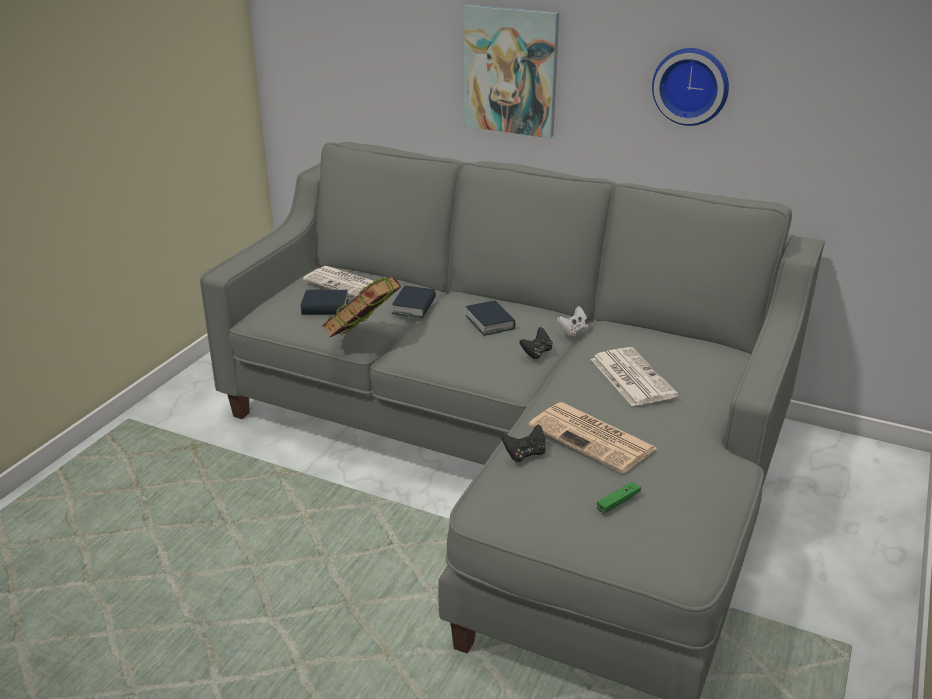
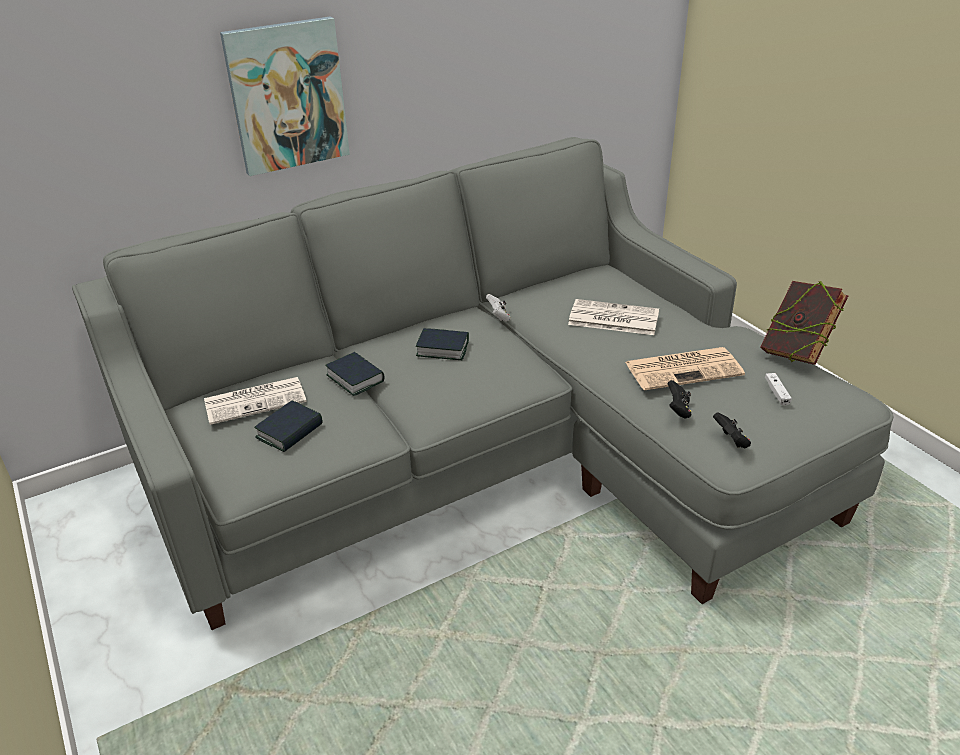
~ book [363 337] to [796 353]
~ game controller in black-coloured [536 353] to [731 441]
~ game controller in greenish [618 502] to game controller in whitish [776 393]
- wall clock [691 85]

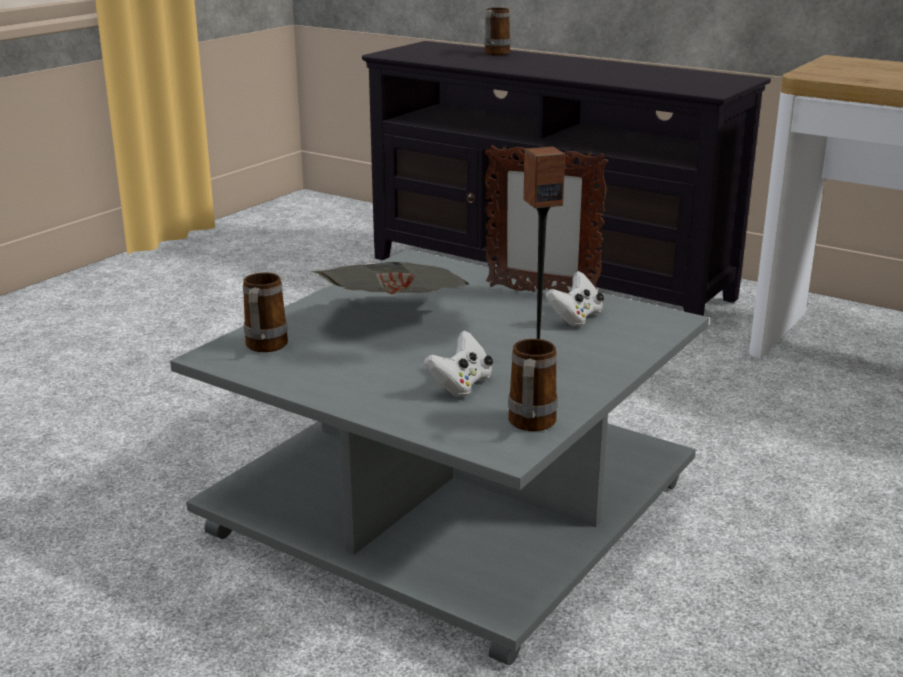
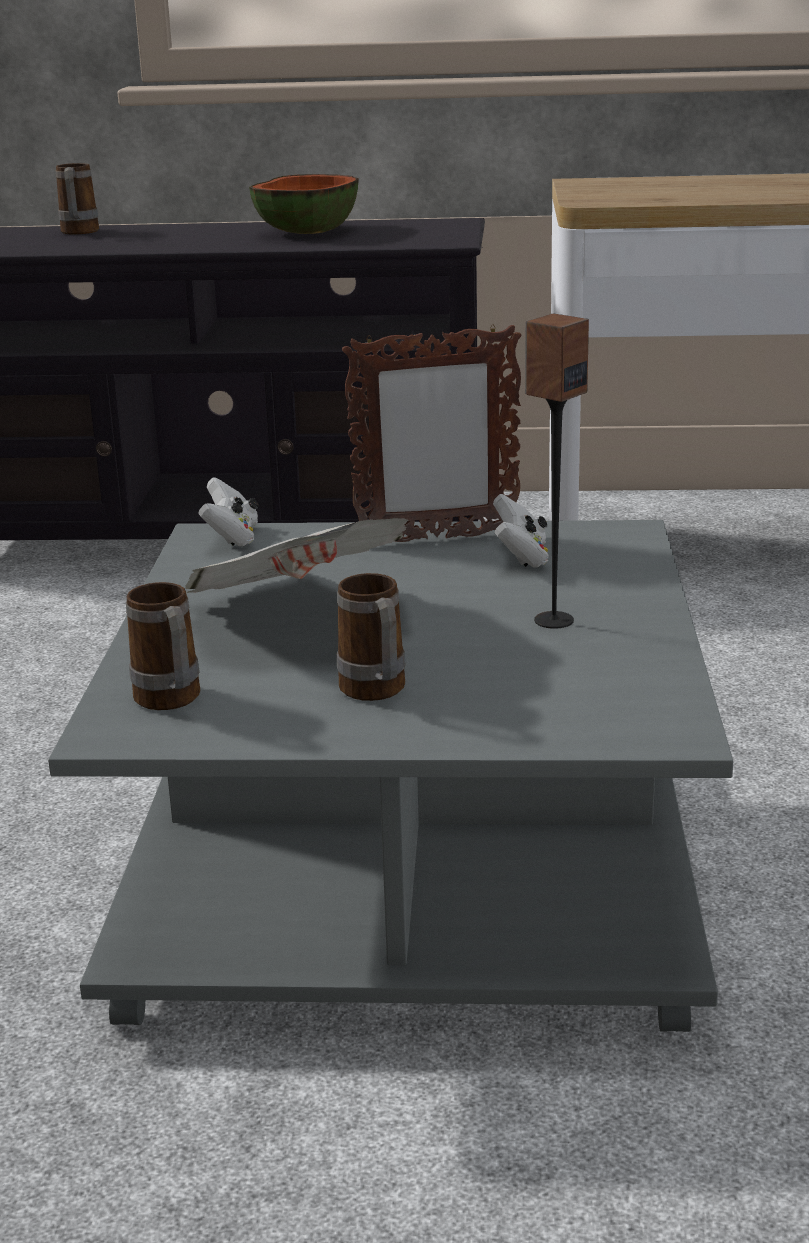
~ game controller in whitish [461 385] to [231 537]
~ mug [530 425] to [376 693]
+ serving bowl [306 231]

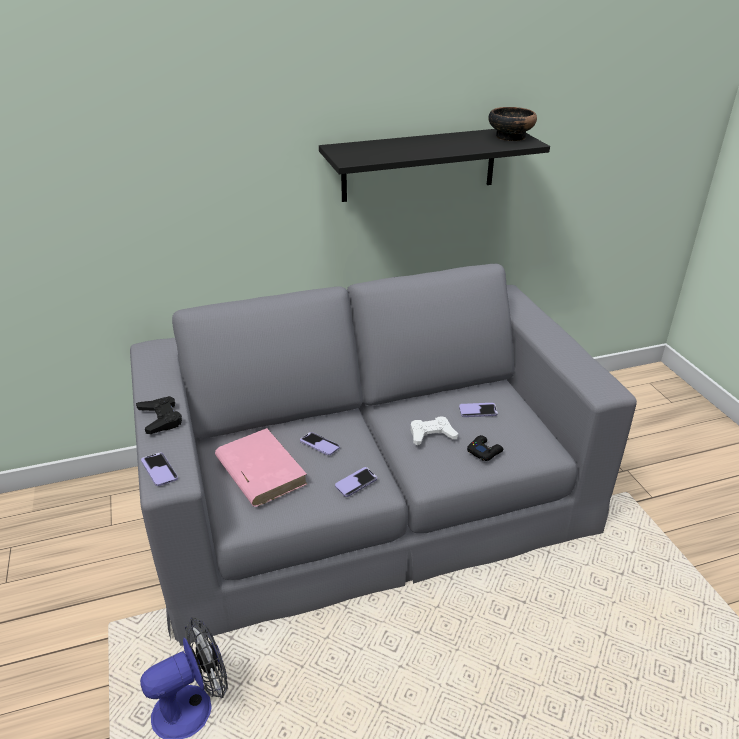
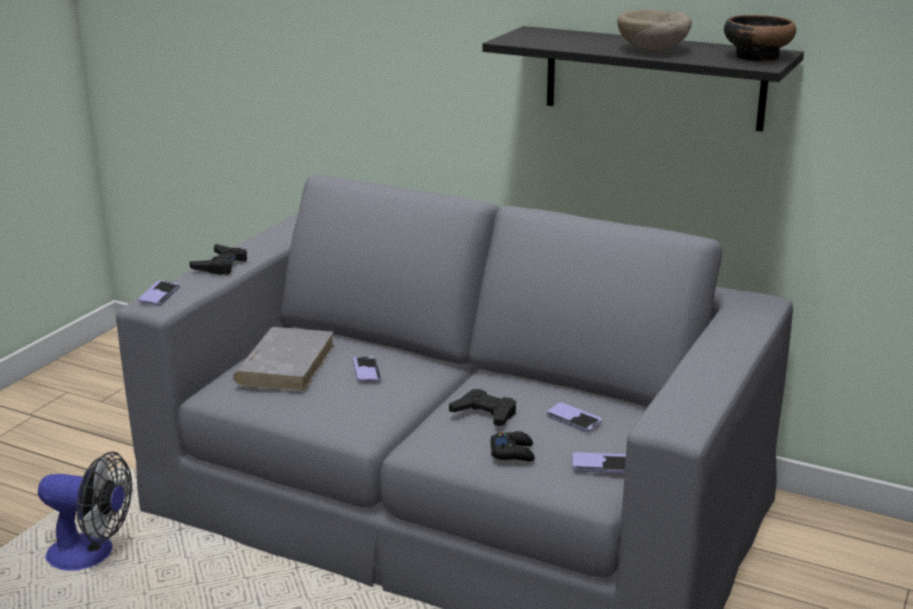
~ book in pink [260 470] to book in grey [286 364]
~ phone [356 483] to [600 465]
~ game controller in whitish [431 434] to game controller in black-coloured [485 413]
+ serving bowl in beige-coloured [652 51]

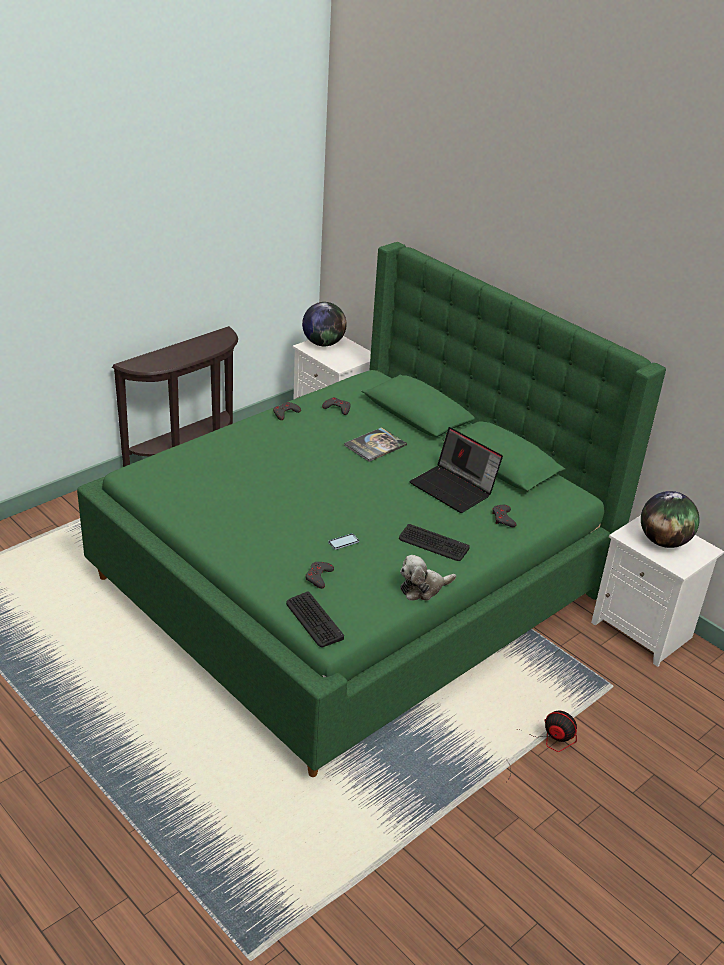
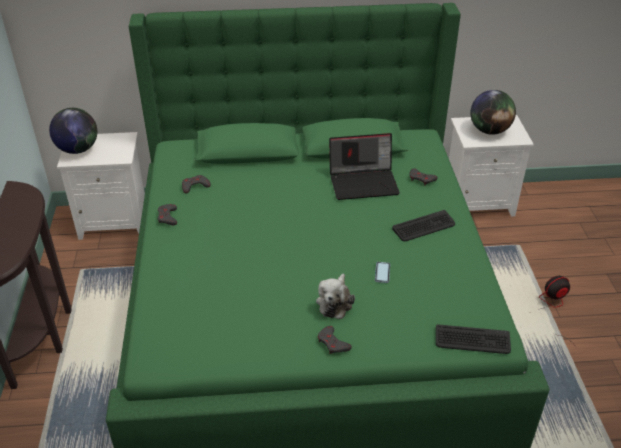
~ game controller in grey [318 577] to [333 343]
- book [375 445]
~ soft toy [423 588] to [335 302]

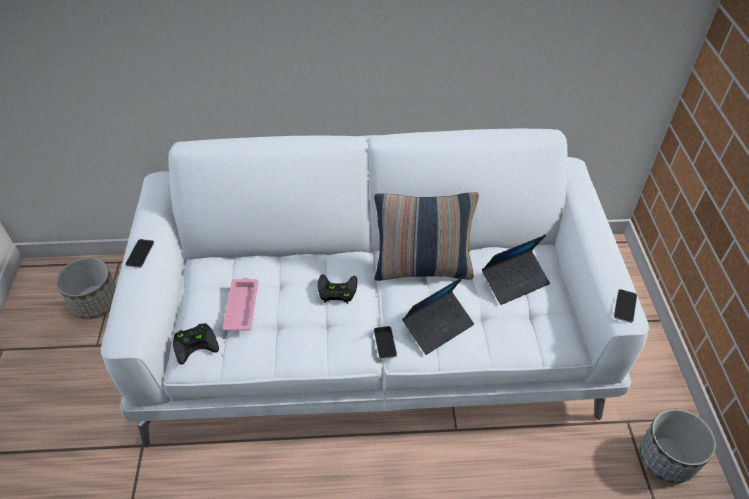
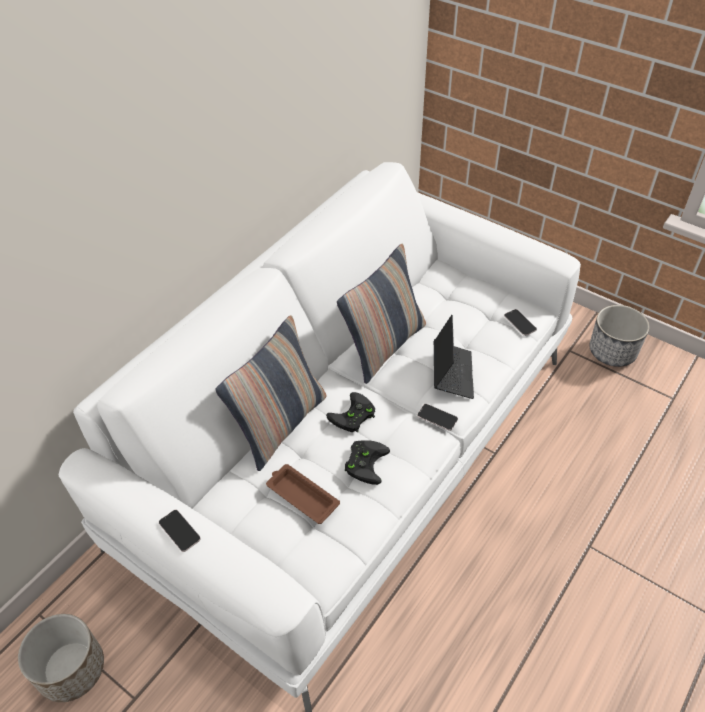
~ game controller in black-coloured [196 343] to [365 462]
~ serving tray in pink [242 306] to serving tray in brownish [301 495]
- notebook computer [515 281]
~ phone [625 306] to [520 323]
+ pillow [280 425]

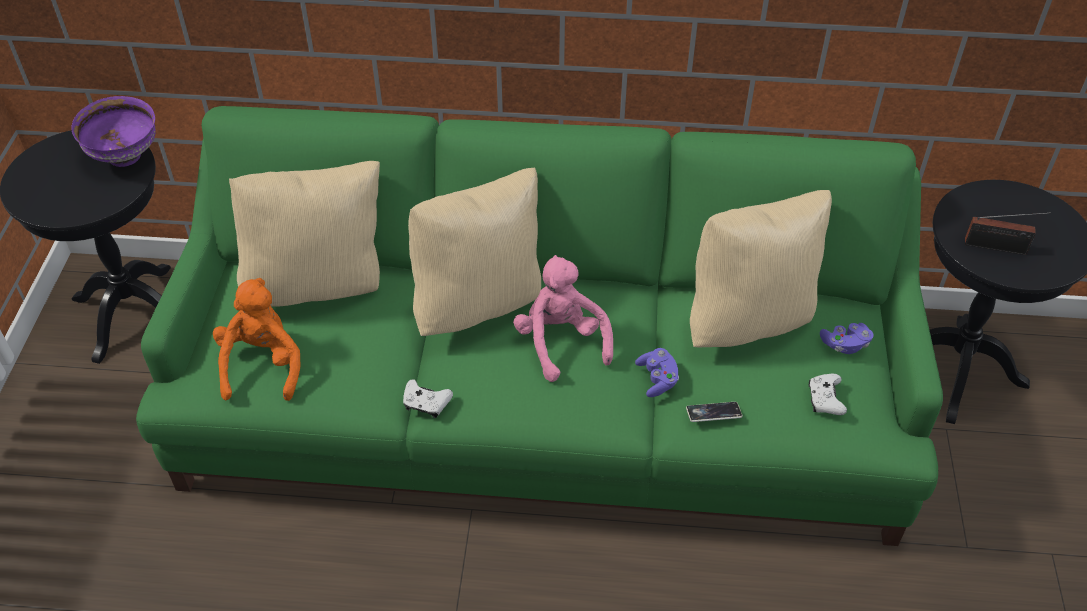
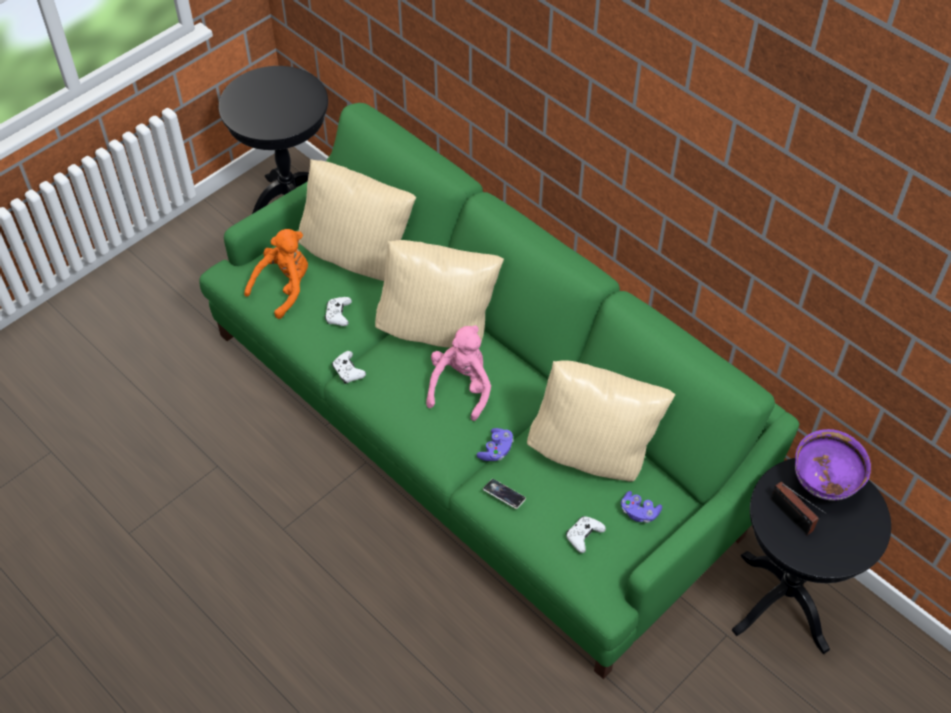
~ serving bowl in purplish [126 157] to [824 484]
+ game controller in whitish [338 315]

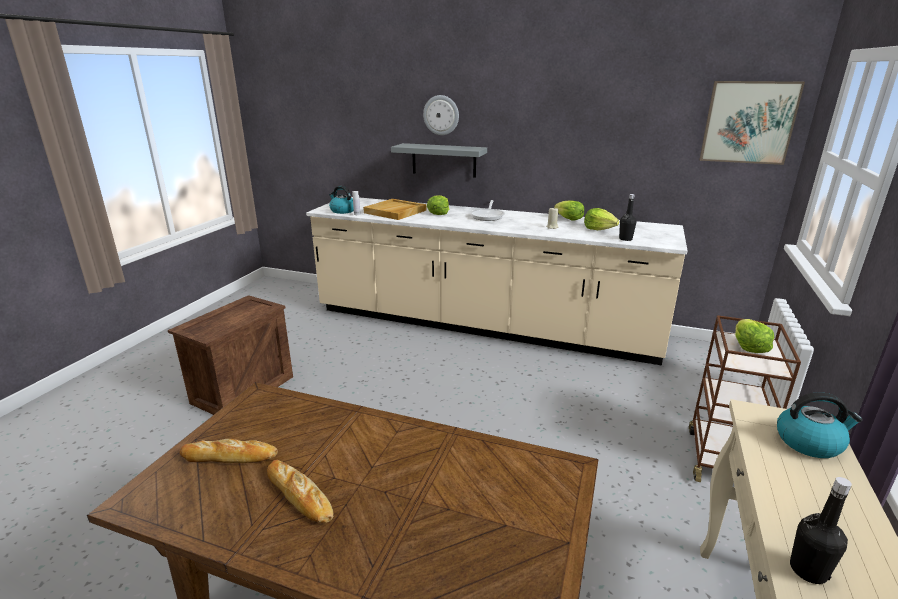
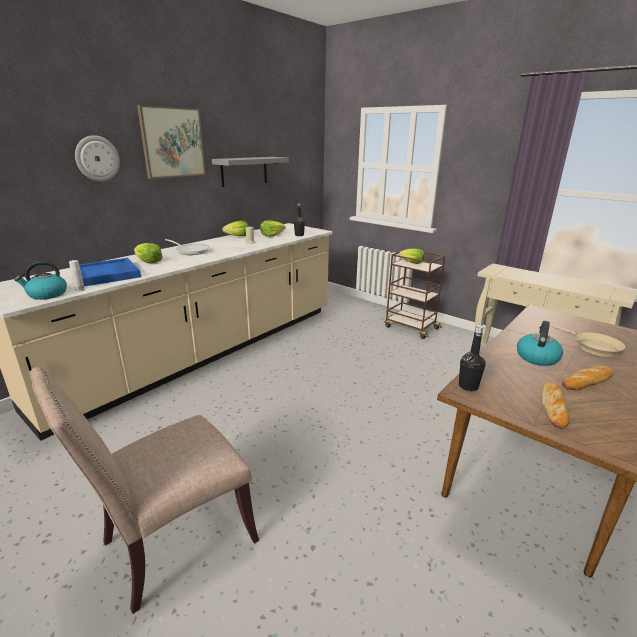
~ crate [243 389] to plain chair in beige-coloured [172 542]
~ serving tray in beige-coloured [395 212] to serving tray in blue [107 274]
~ wall shelf in grey [443 160] to [244 171]
~ wall picture [748 122] to [172 142]
~ kettle [809 442] to [536 357]
~ bottle in black-coloured [808 570] to [468 386]
+ pan in beige-coloured [592 347]

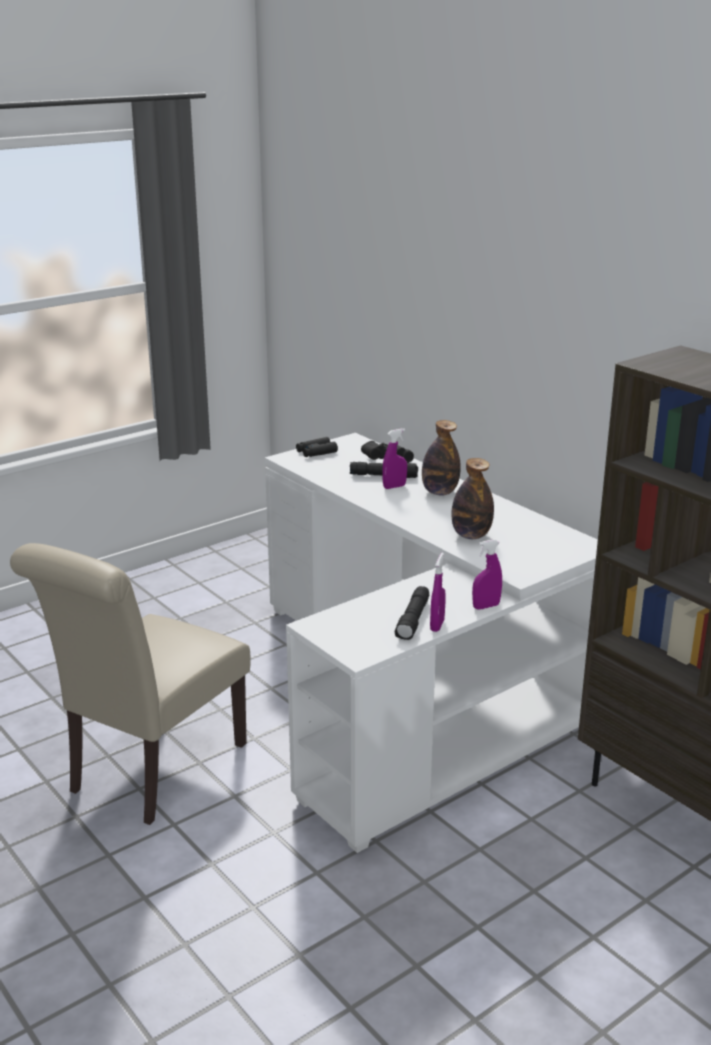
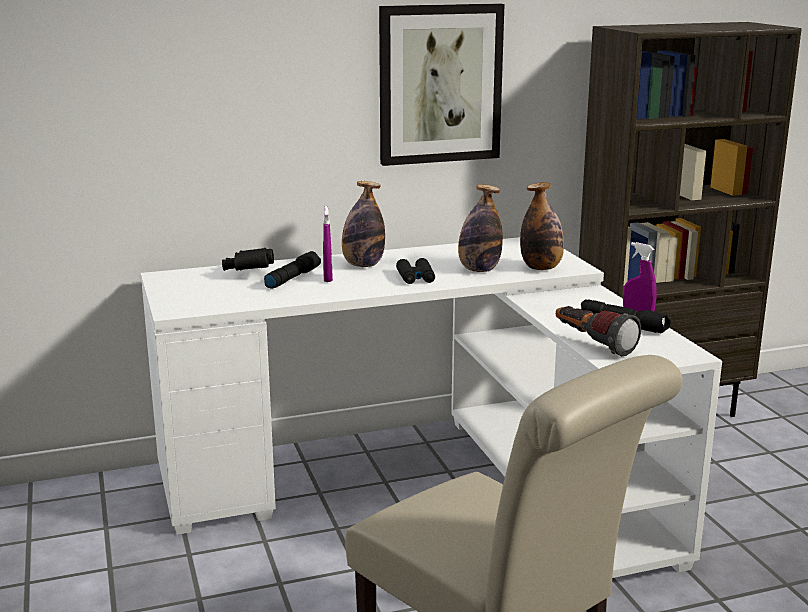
~ pair of binoculars in black-coloured [316 452] to [415 277]
- sprayer in purplish [486 606]
+ wall picture [440 84]
+ bottle [541 268]
+ torch [592 344]

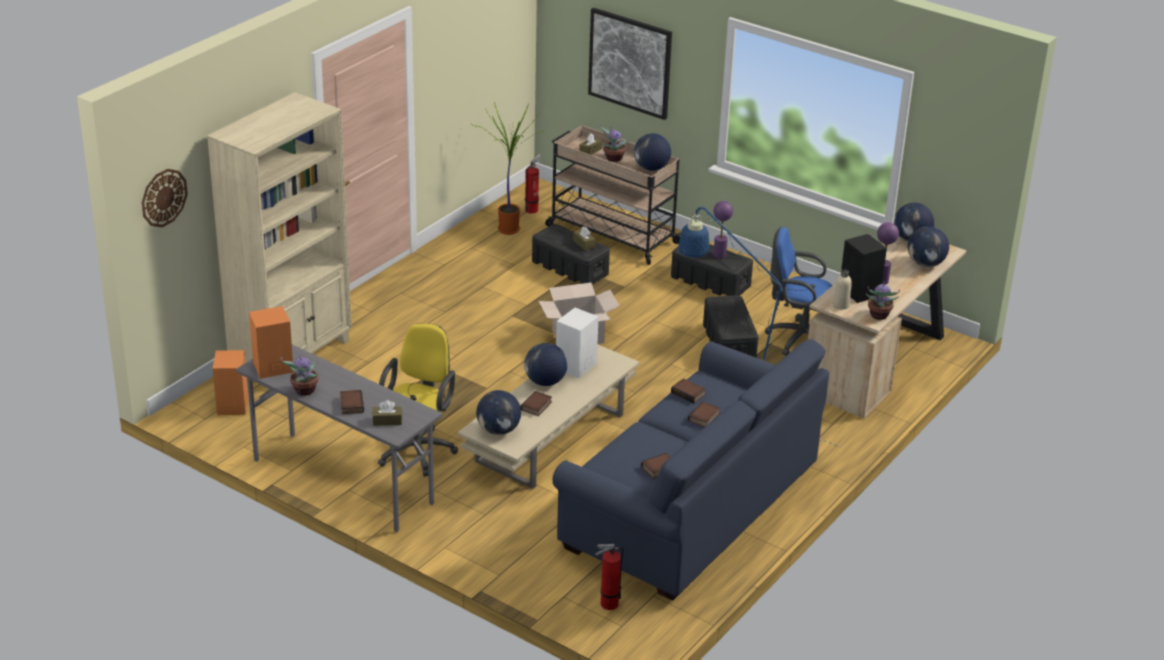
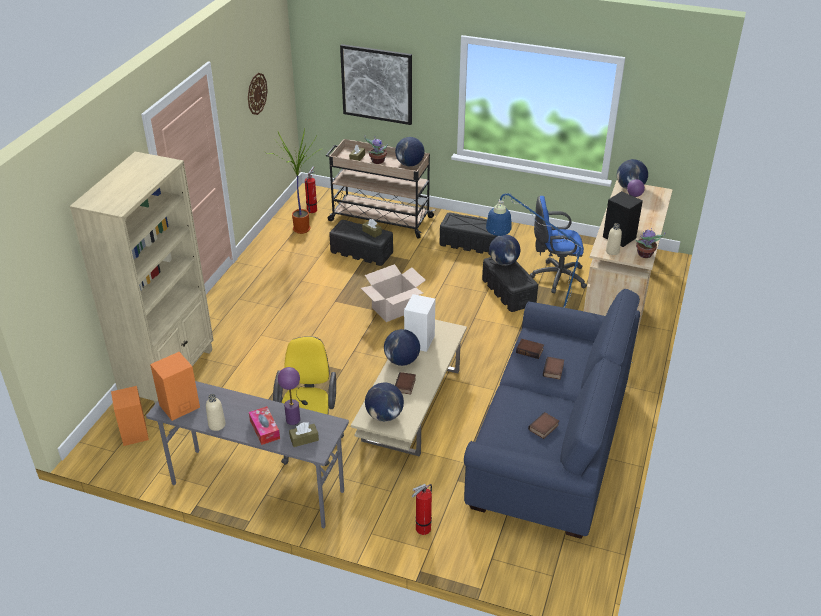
~ wall clock [163 197] to [256 93]
~ potted plant [304 391] to bottle in beige-coloured [217 425]
~ book [350 404] to tissue box [264 429]
~ fire-fighting cylinder [607 604] to [421 529]
~ lamp for a table in purplish [719 255] to [293 419]
~ world globe [926 264] to [504 262]

